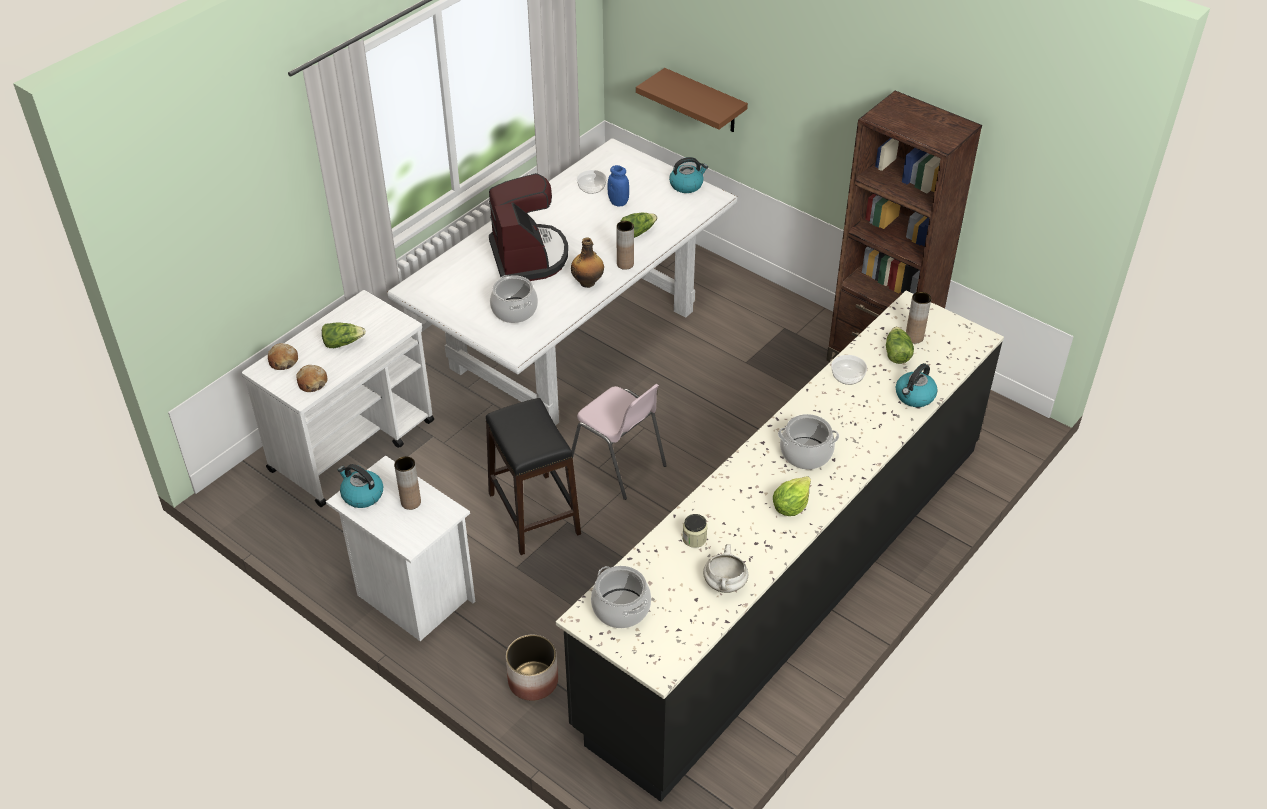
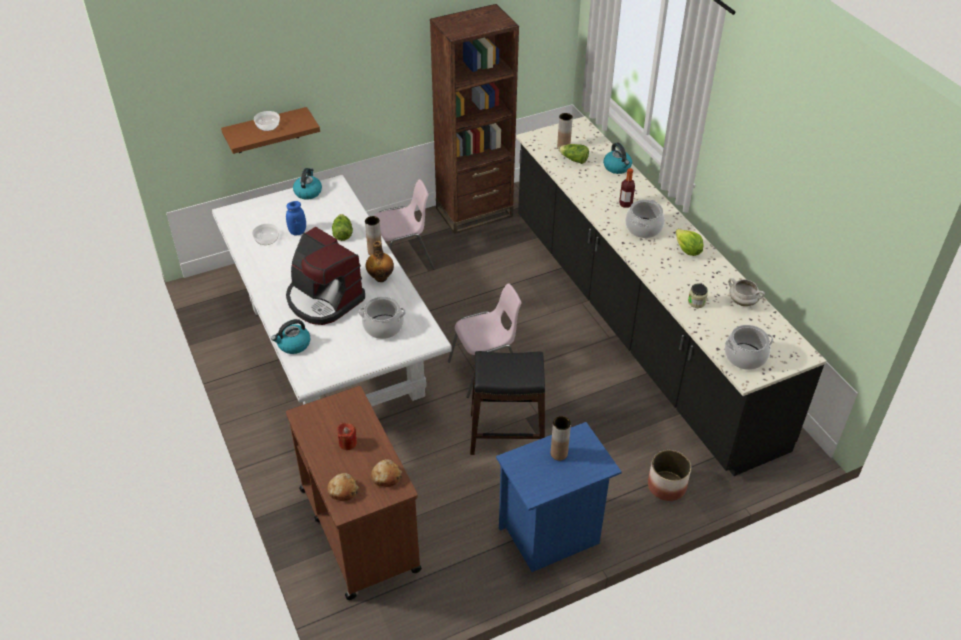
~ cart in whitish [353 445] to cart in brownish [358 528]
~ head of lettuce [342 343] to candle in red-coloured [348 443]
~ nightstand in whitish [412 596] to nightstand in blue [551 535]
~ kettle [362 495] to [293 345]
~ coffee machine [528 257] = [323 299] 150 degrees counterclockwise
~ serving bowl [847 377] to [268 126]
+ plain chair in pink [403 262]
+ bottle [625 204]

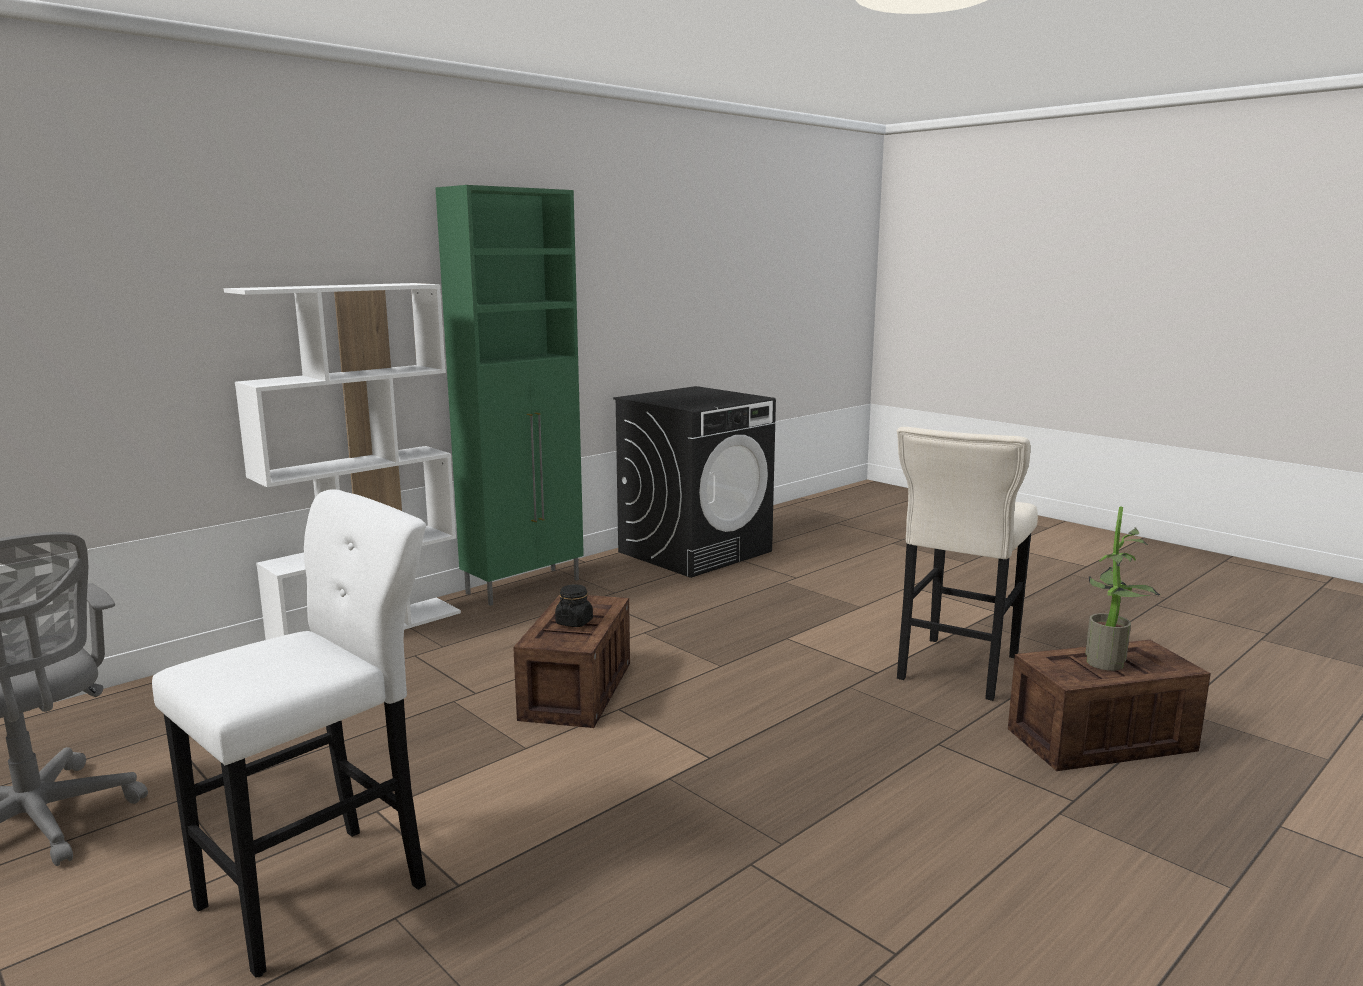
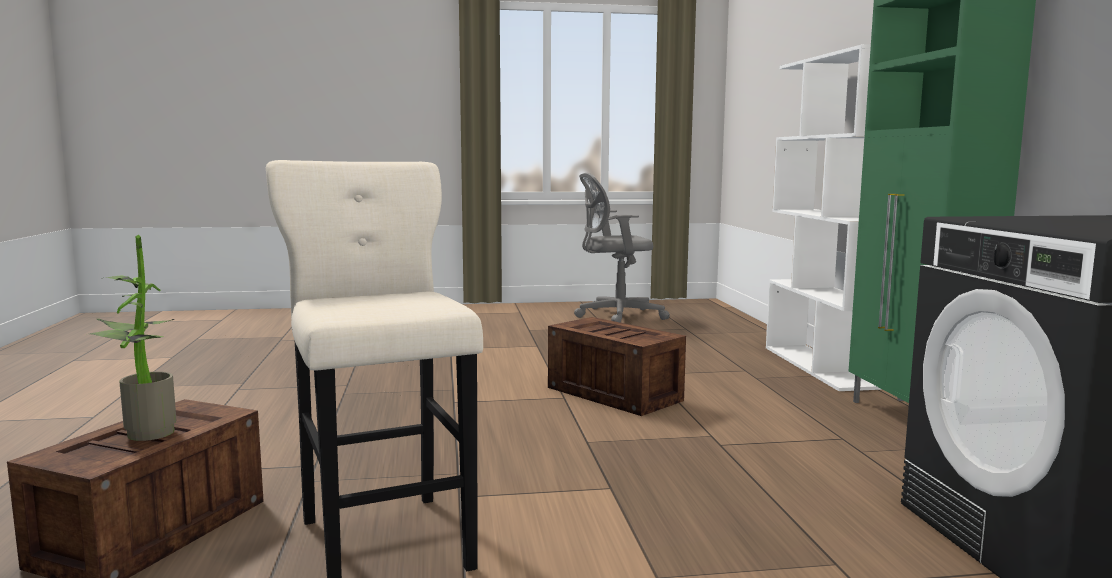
- stool seat in whitish [323 890]
- jar in black-coloured [574 622]

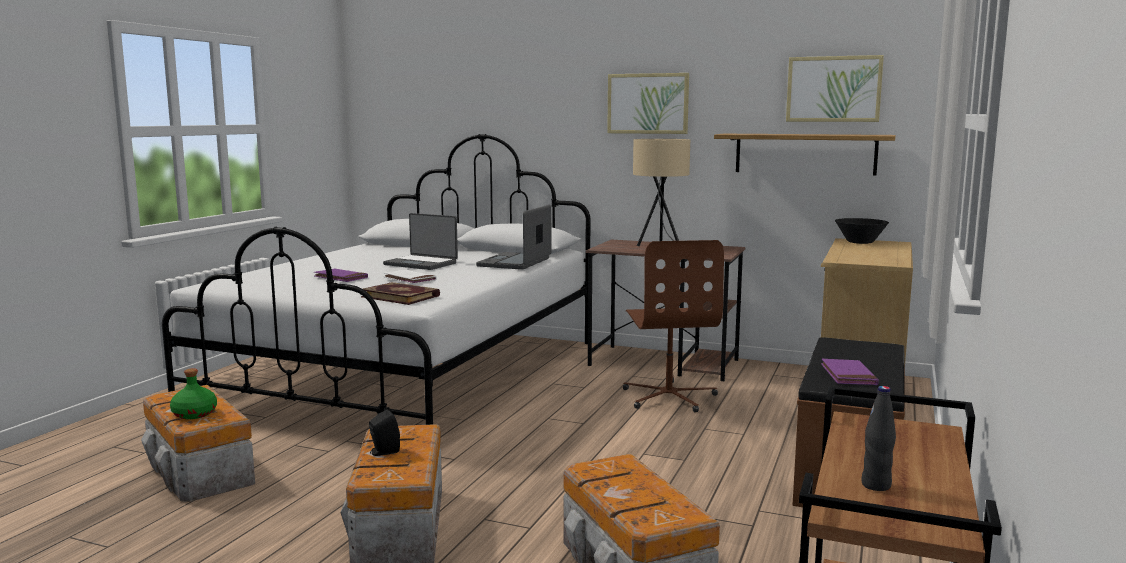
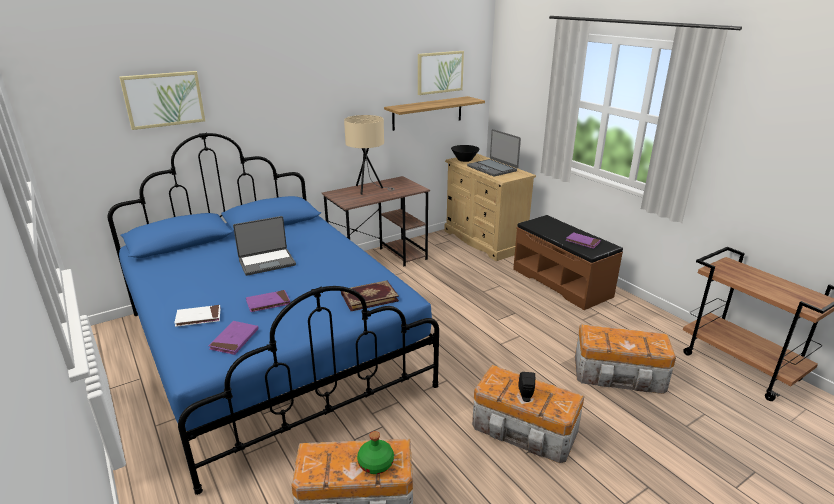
~ bed in whitish [408 374] to bed in blue [271 347]
~ book in whitish [410 279] to [198 317]
~ notebook computer [515 262] to [492 168]
~ wall picture [648 103] to [164 99]
- desk chair in brownish [669 397]
- bottle in black-coloured [876 485]
+ book in purplish [234 339]

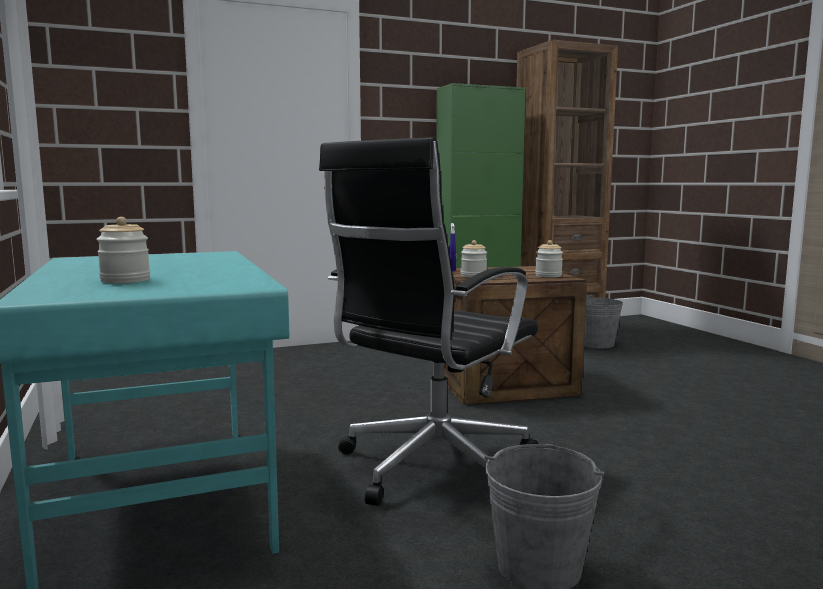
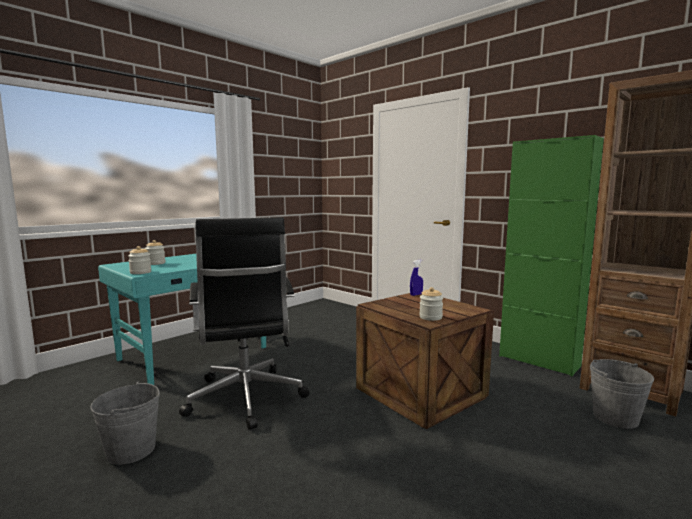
~ desk chair in black-coloured [432 468] = [245 399] 120 degrees counterclockwise
~ jar [473 276] to [140 272]

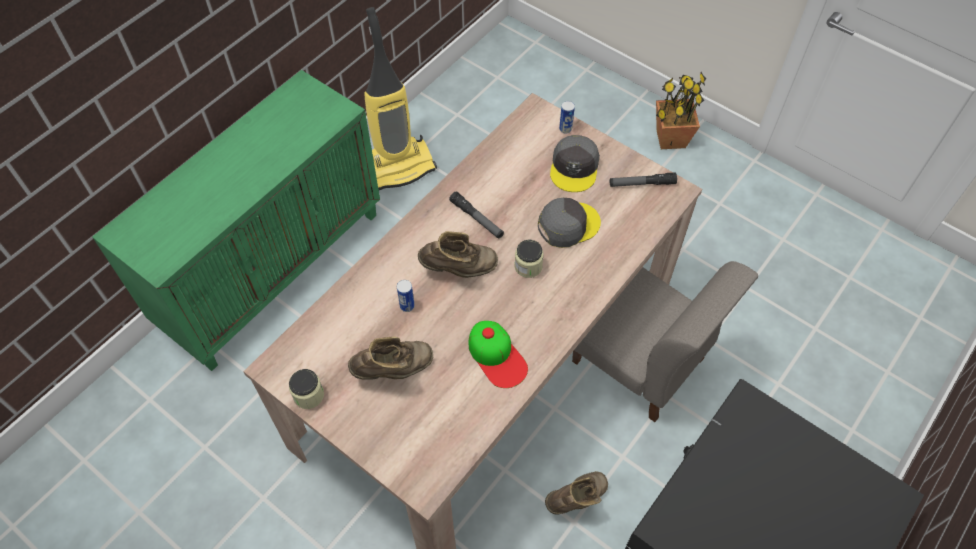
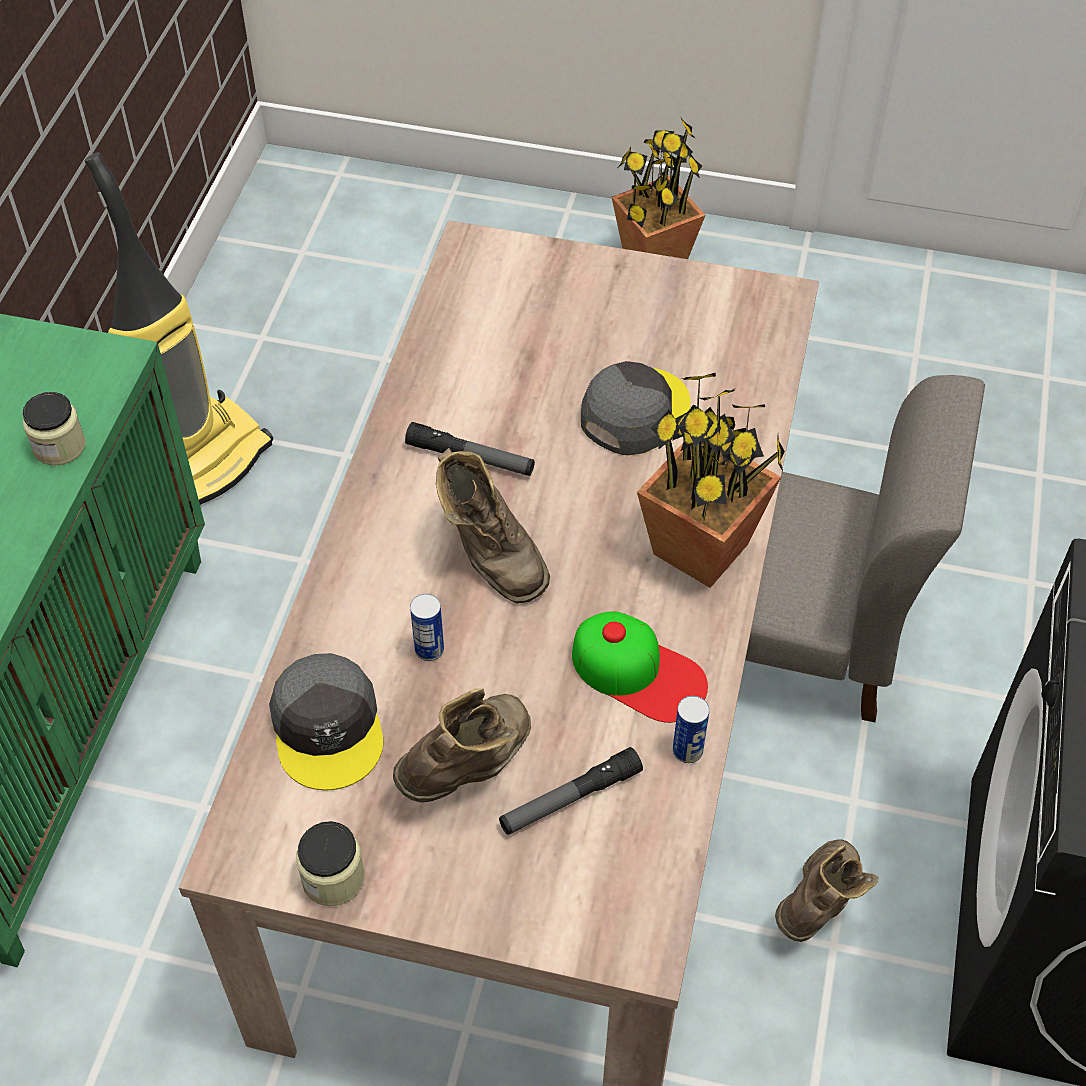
~ tall boot in brownish [459 270] = [488 554] 90 degrees clockwise
~ jar [528 266] to [59 446]
~ peaked cap in grey [574 167] to [328 727]
~ sealed can [565 129] to [687 751]
~ torch [642 184] to [570 798]
+ potted plant [701 548]

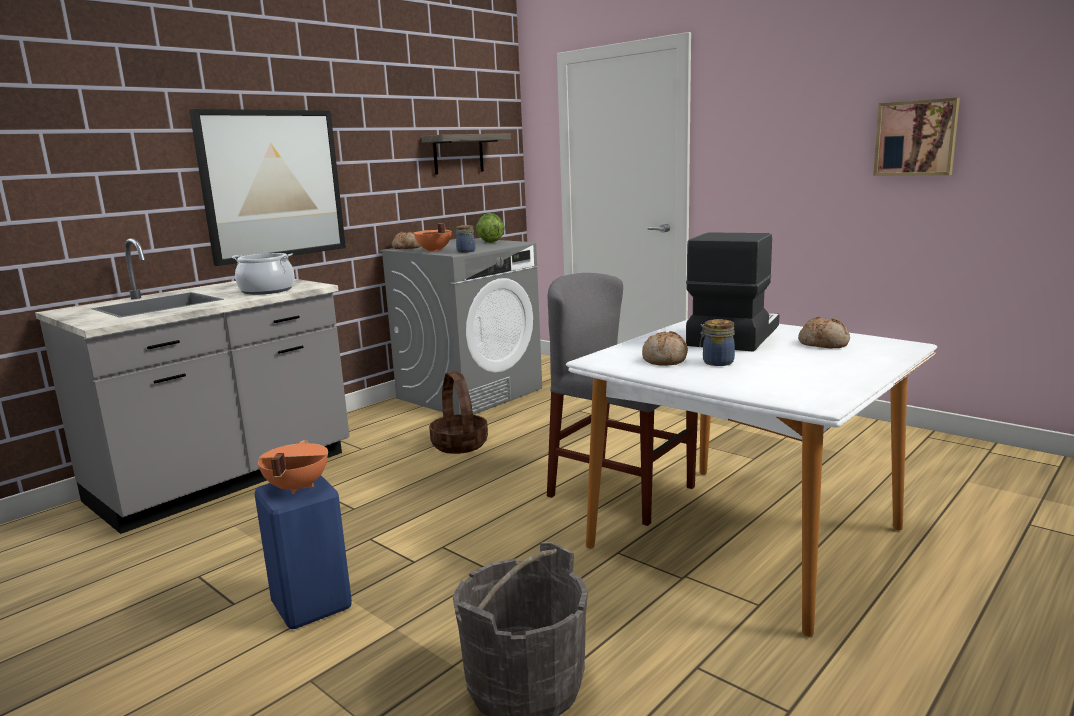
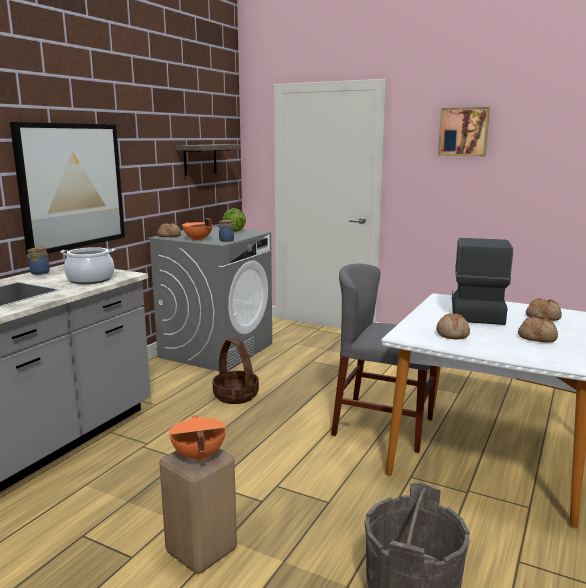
~ stool seat in blue [310 607] to stool seat in beige-coloured [201 552]
~ jar [716 362] to [39 273]
~ wall picture [916 138] to [463 132]
+ bakery bread [537 337]

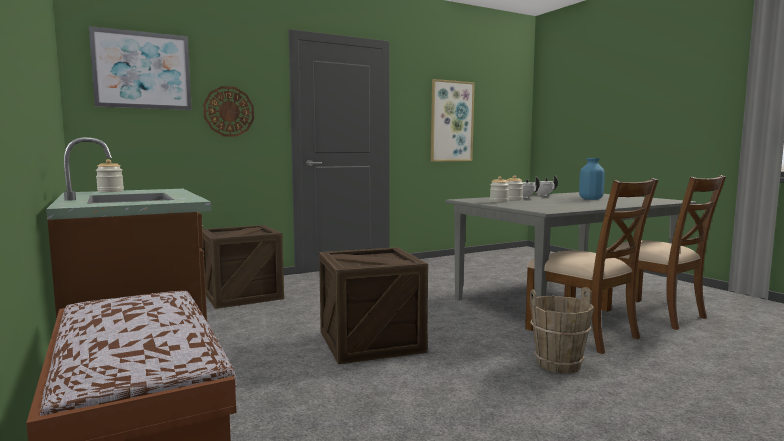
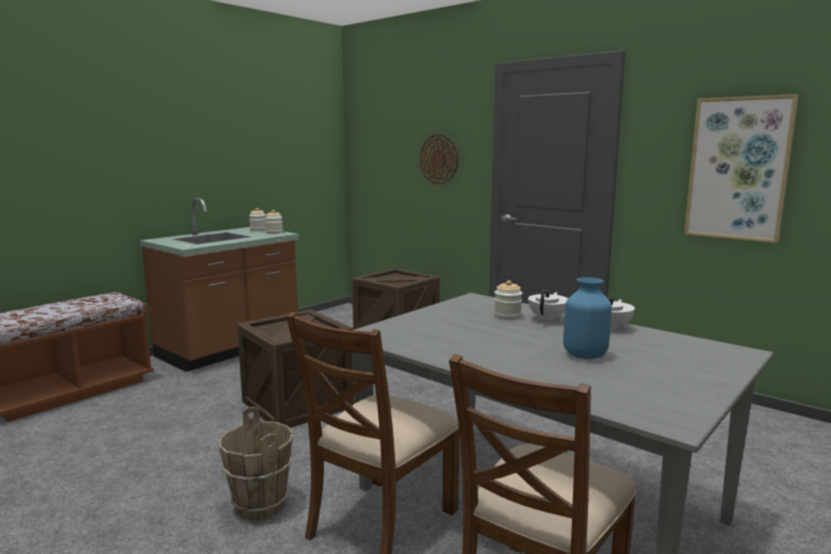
- wall picture [142 70]
~ jar [499 201] to [274 232]

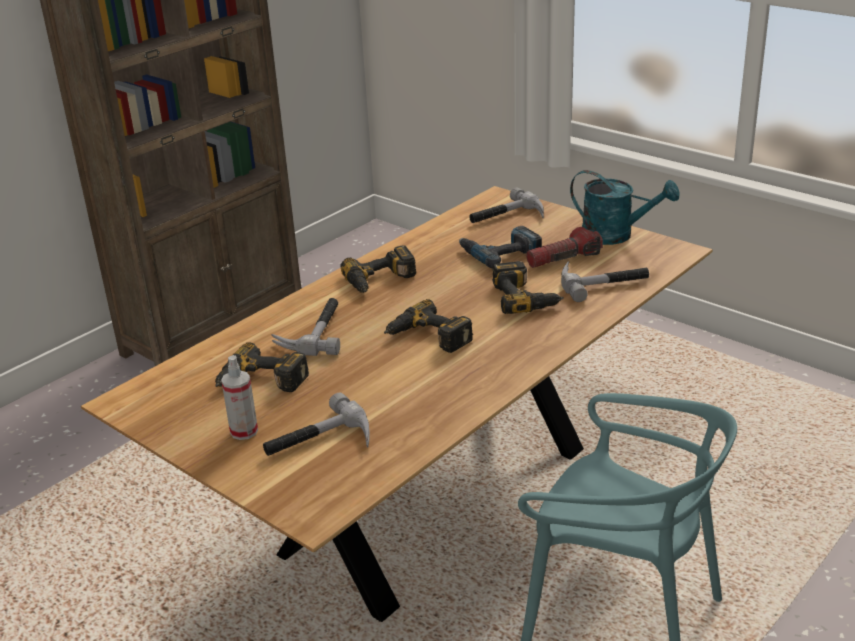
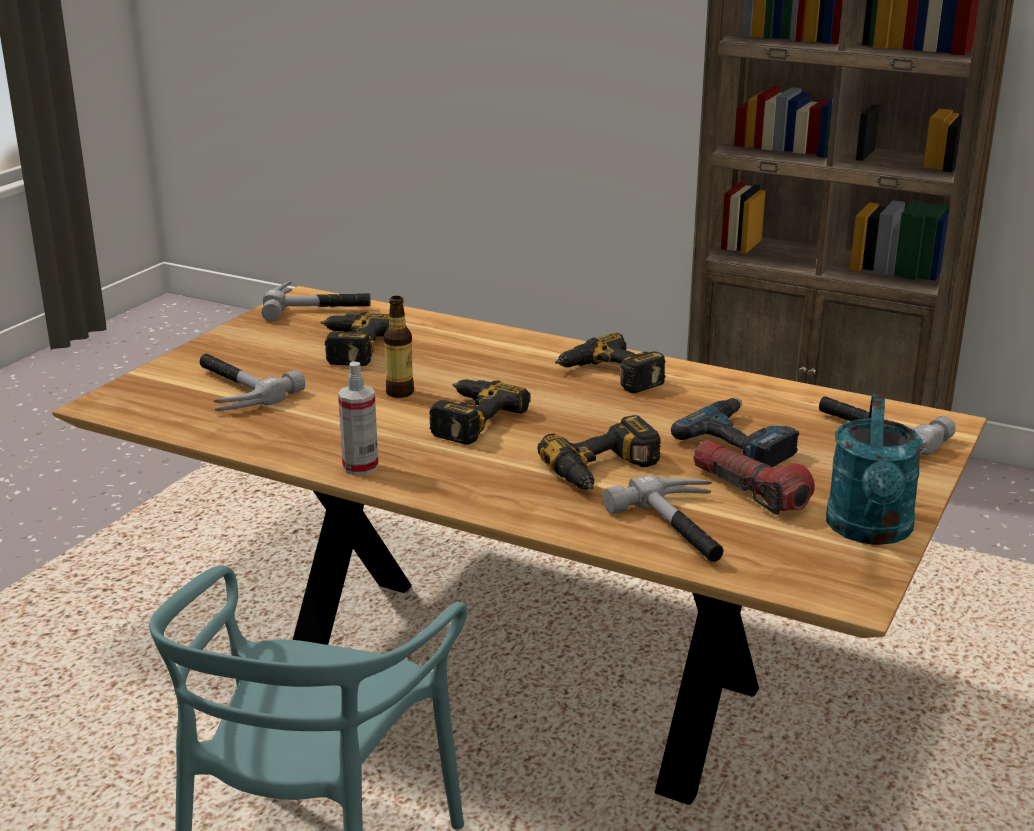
~ sprayer [244 431] to [360 467]
~ hammer [314 332] to [318 306]
+ bottle [400 392]

